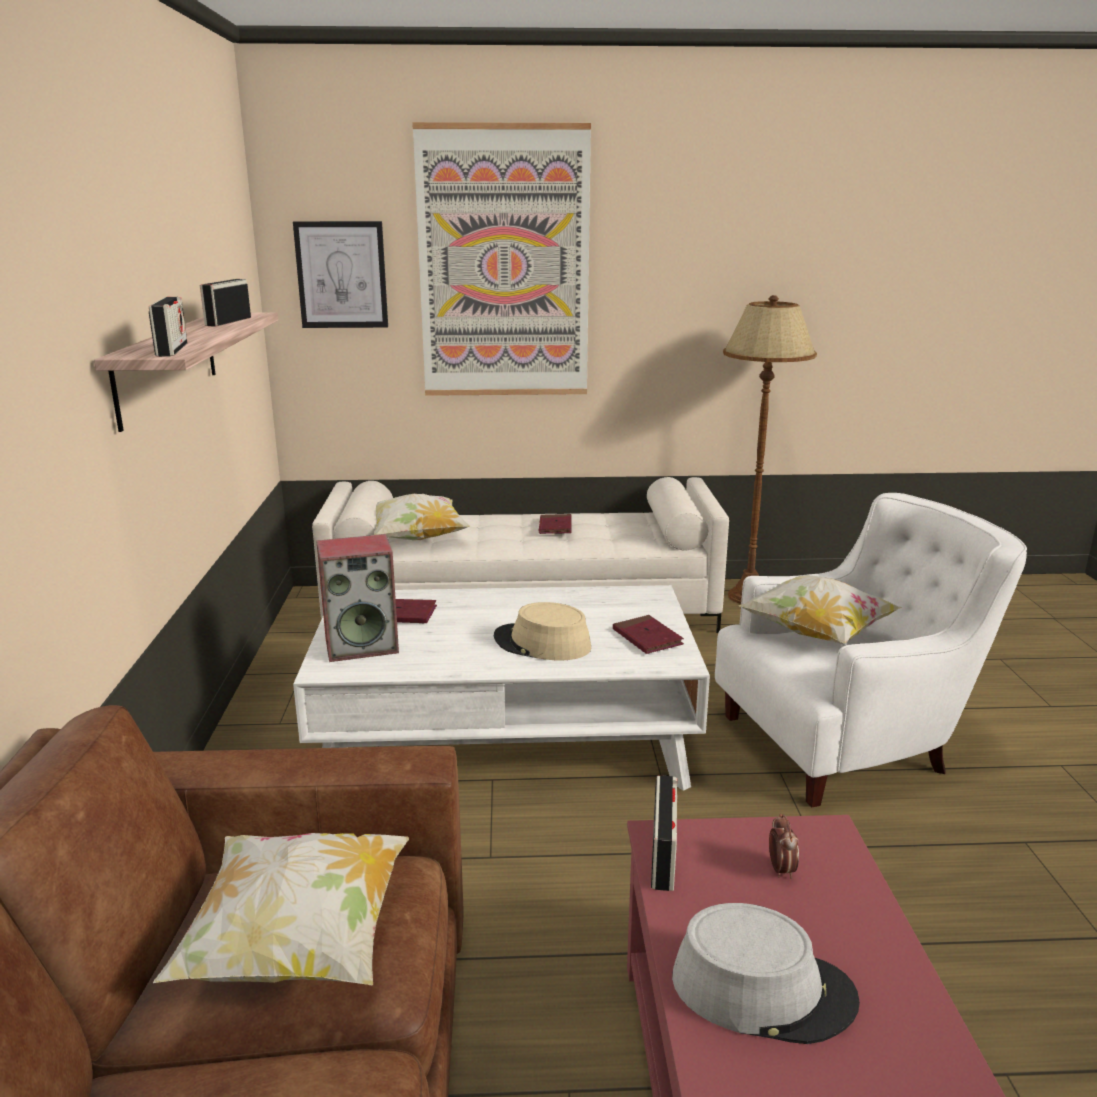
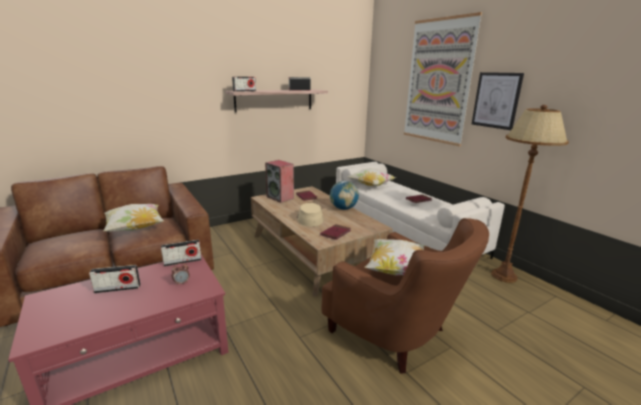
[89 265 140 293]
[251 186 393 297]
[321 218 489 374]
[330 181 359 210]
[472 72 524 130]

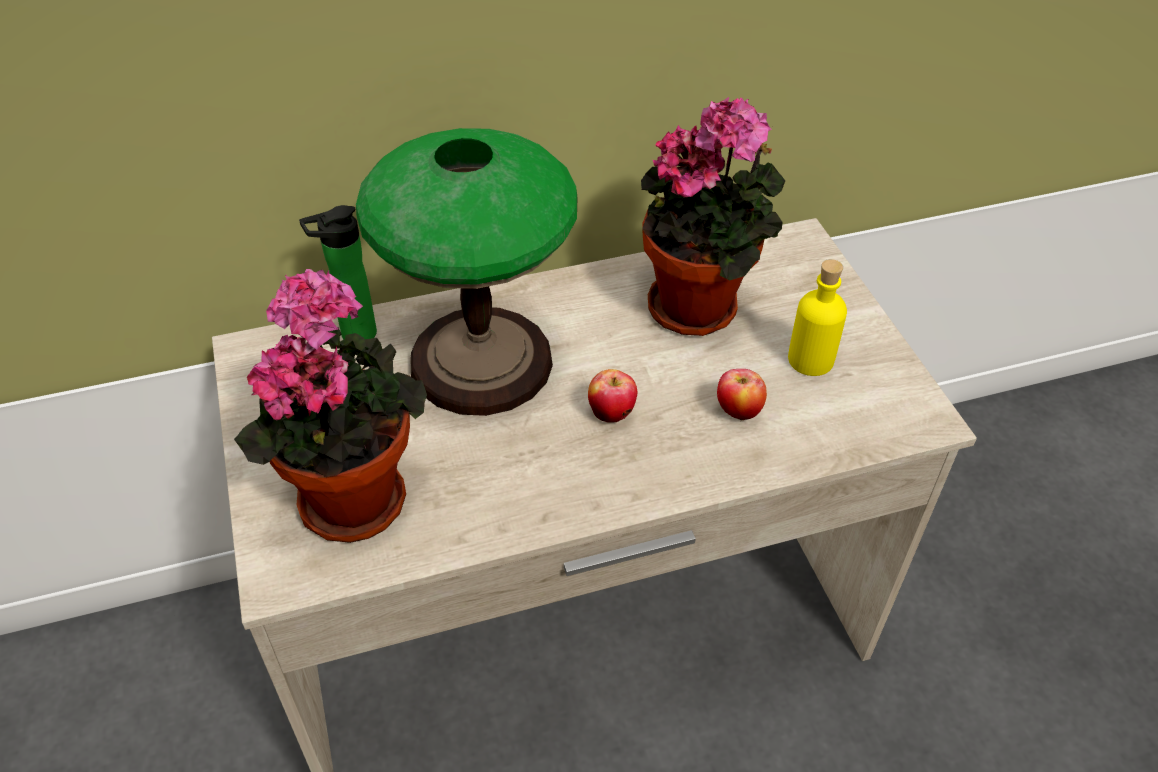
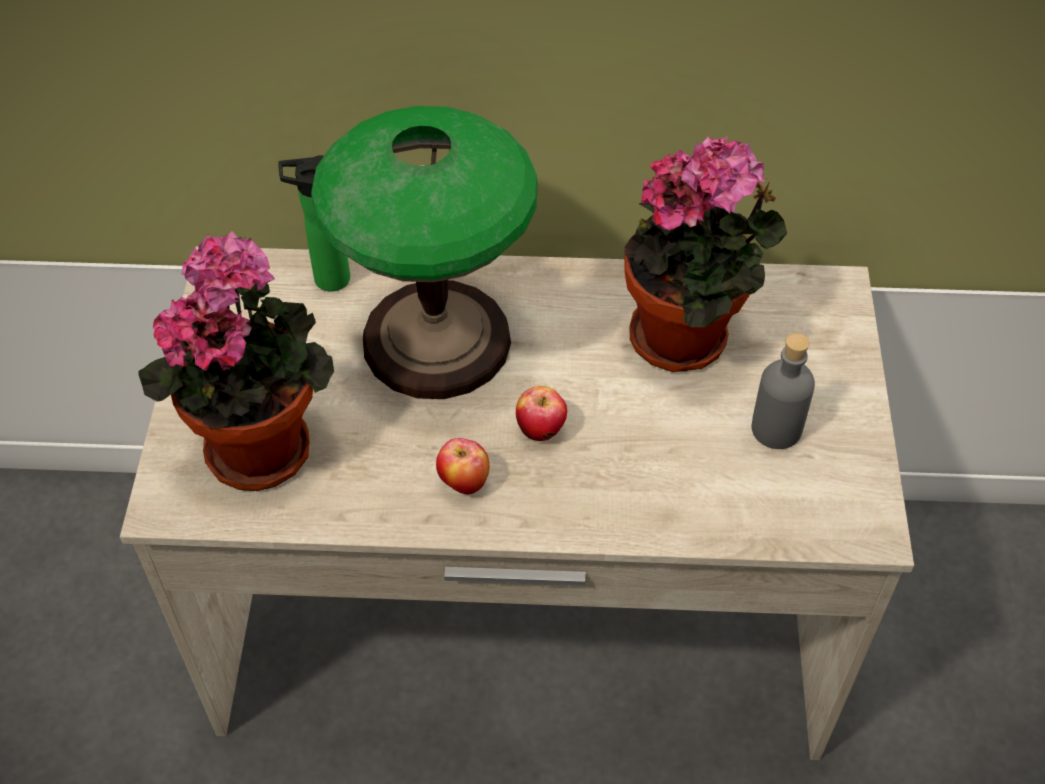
[436 438 489 494]
[751 333 815 449]

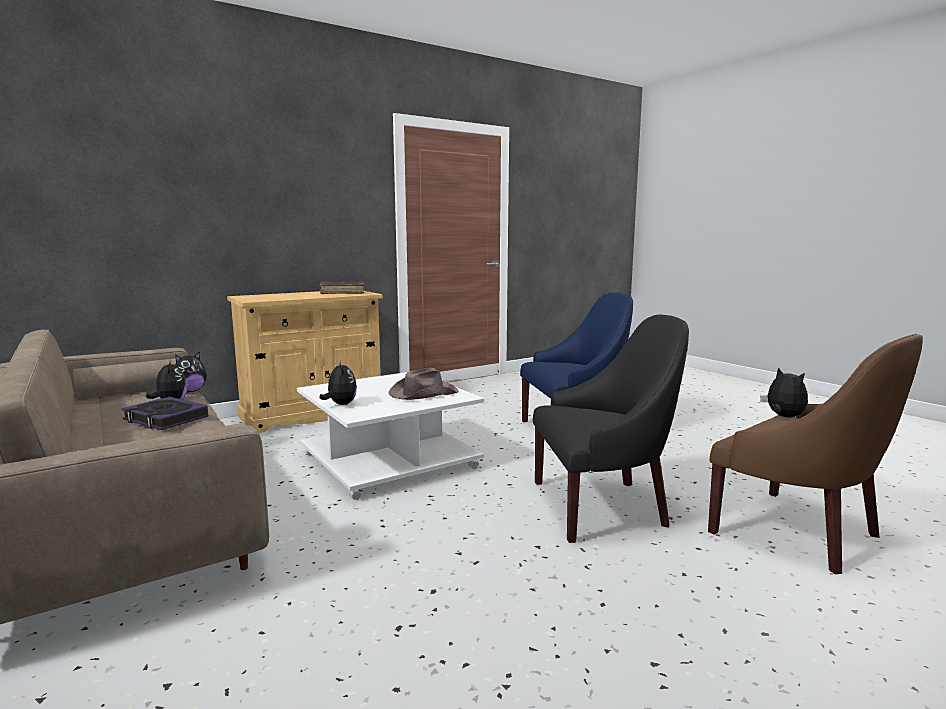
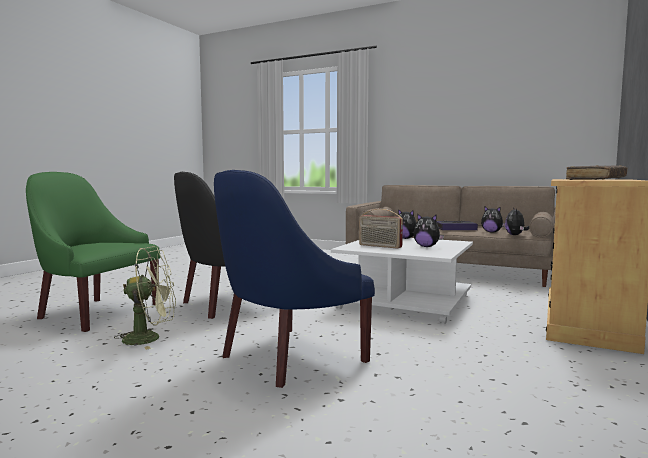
[26 172 160 332]
[114 246 176 350]
[359 209 403 249]
[414 213 444 247]

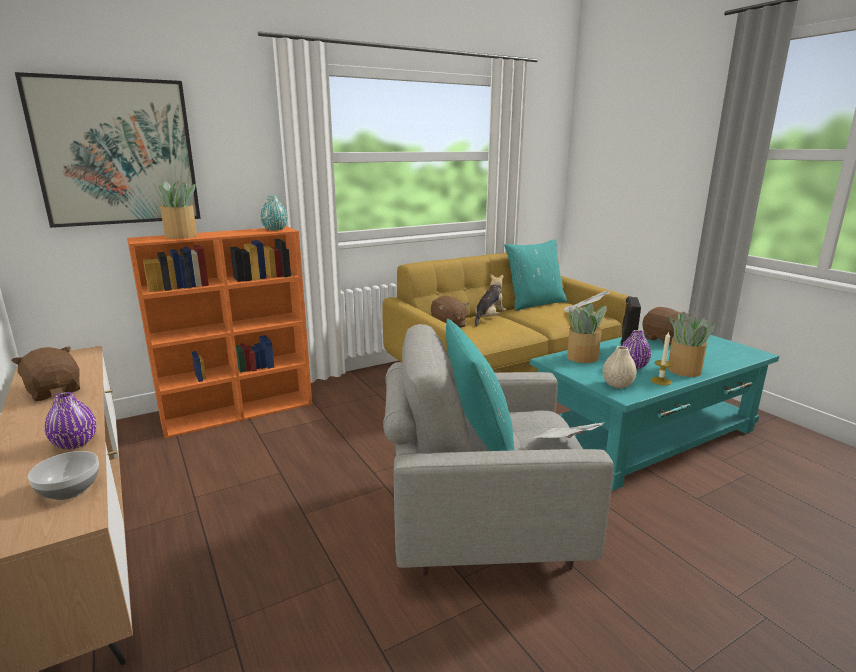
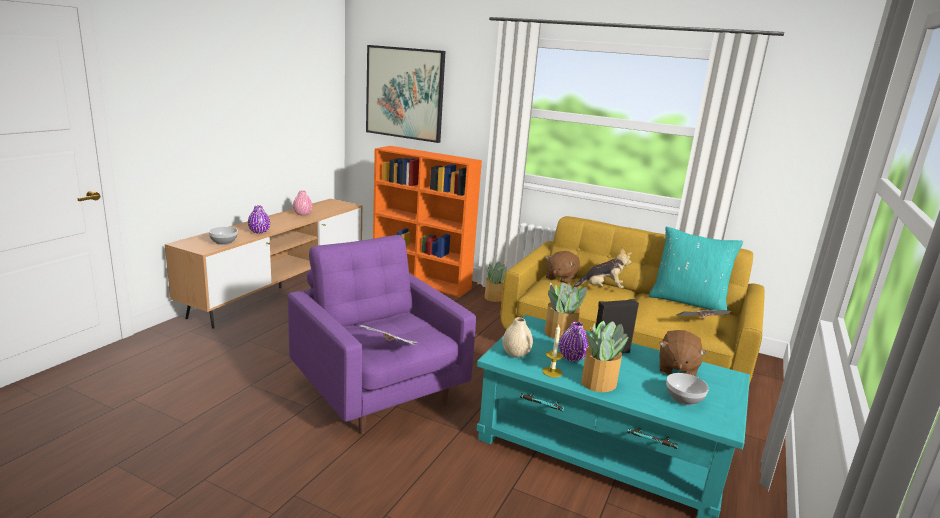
[288 235 476 434]
[293 190 312 216]
[485 261 507 302]
[666 373 709 405]
[260 195 288 231] (first image)
[446 319 515 451] (first image)

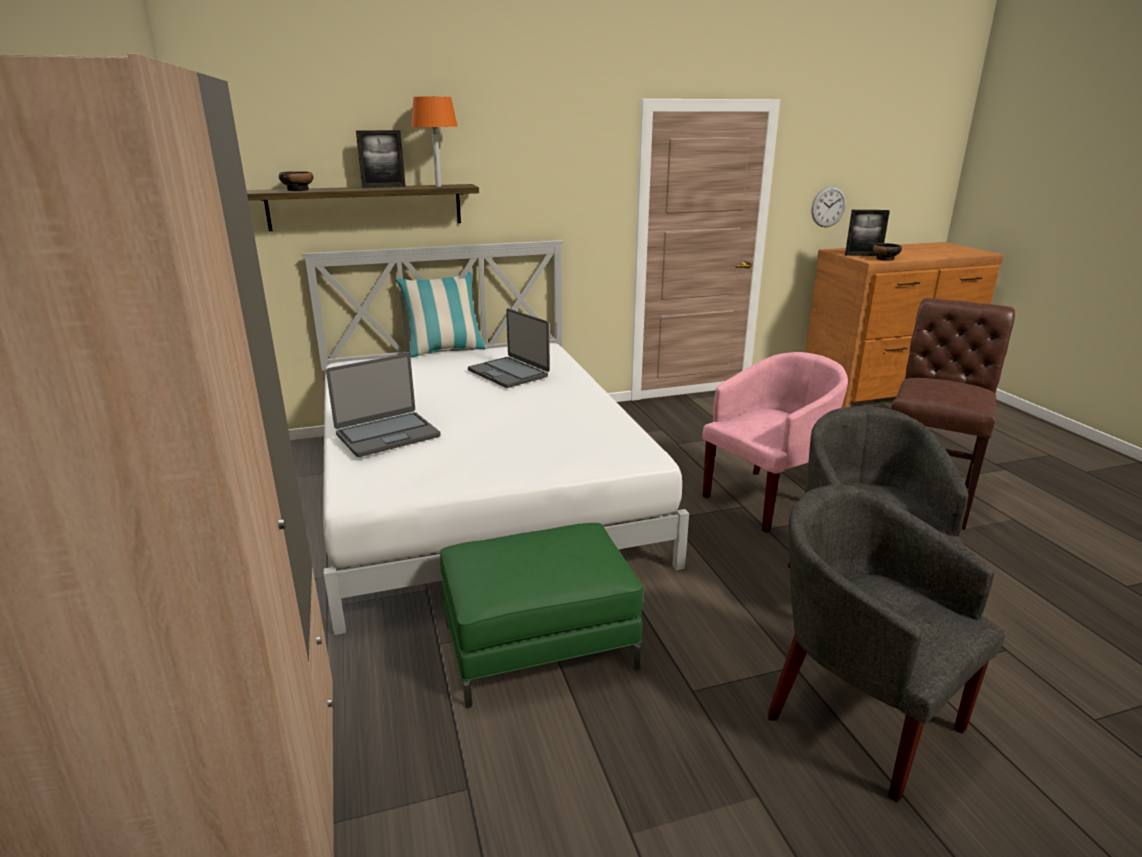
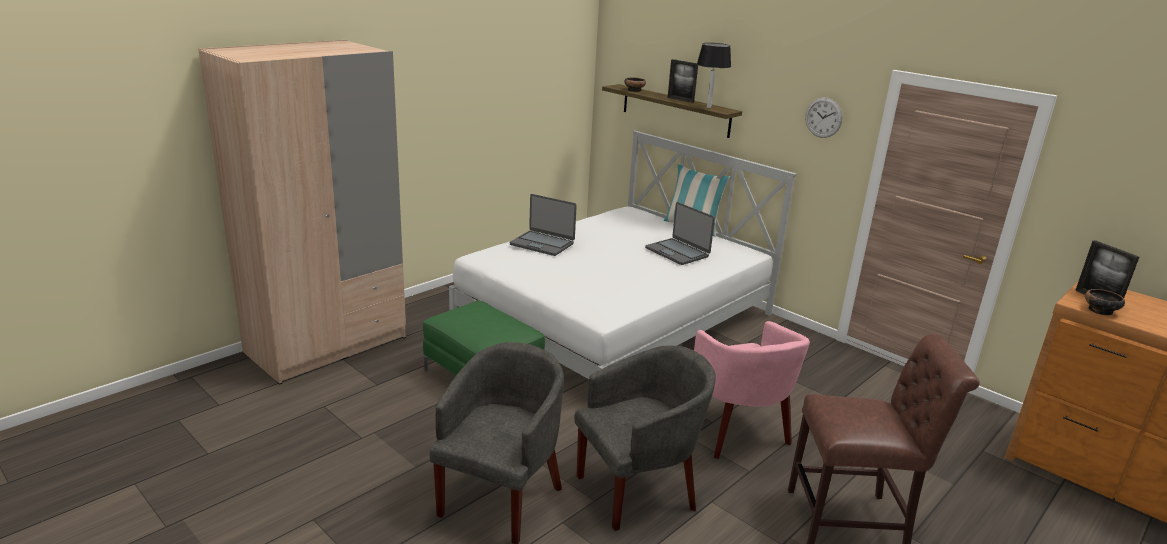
[645 202 715 265]
[694 321 810 459]
[697 43 731 108]
[805 98 843 138]

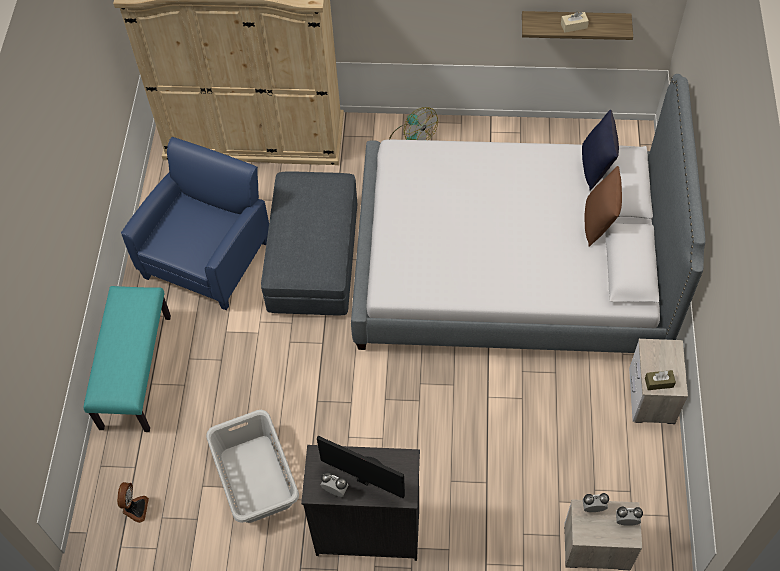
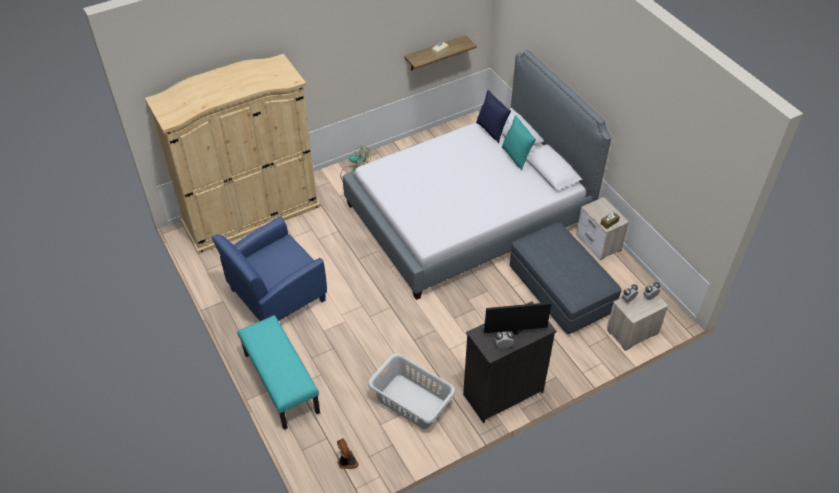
[212 216 327 321]
[502 115 536 171]
[510 222 621 334]

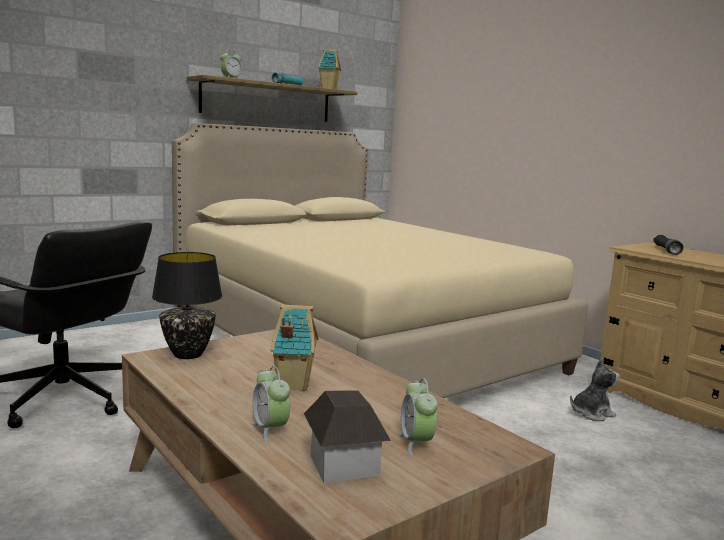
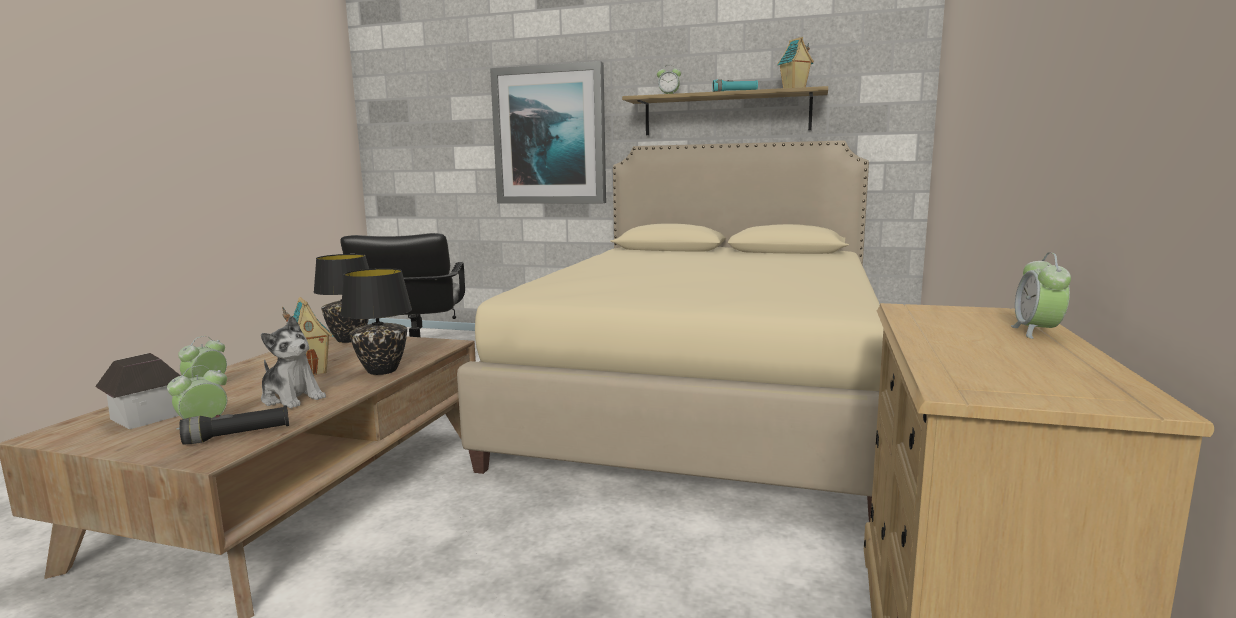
[179 405 289 445]
[261 316 326 408]
[340 268 412 375]
[490 61 606 204]
[1011 252 1071 339]

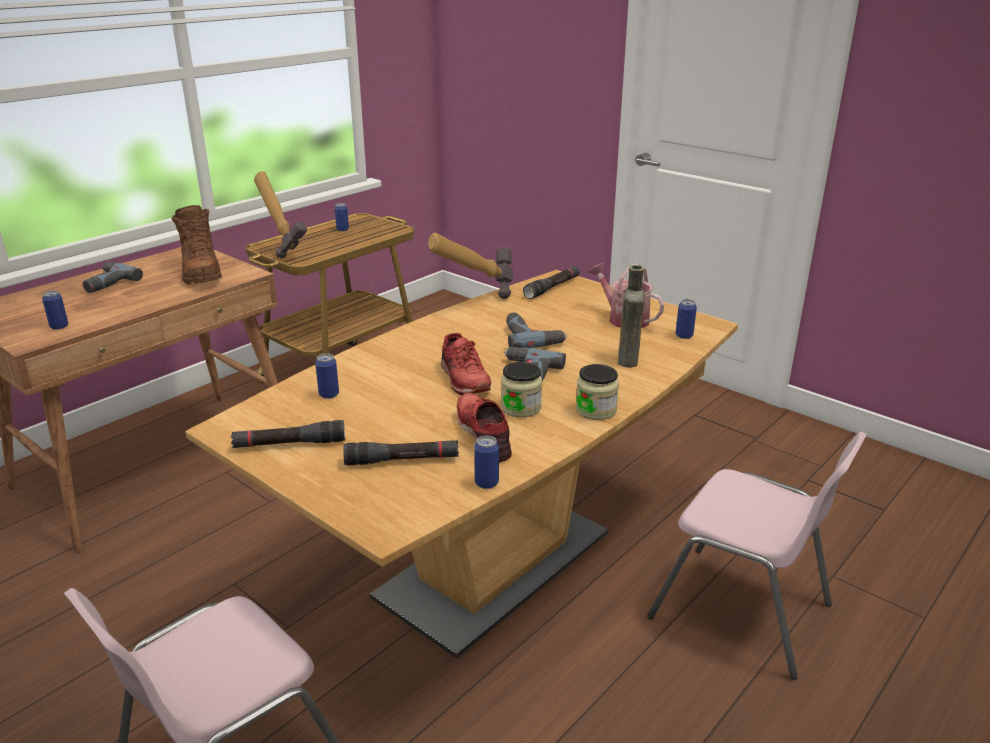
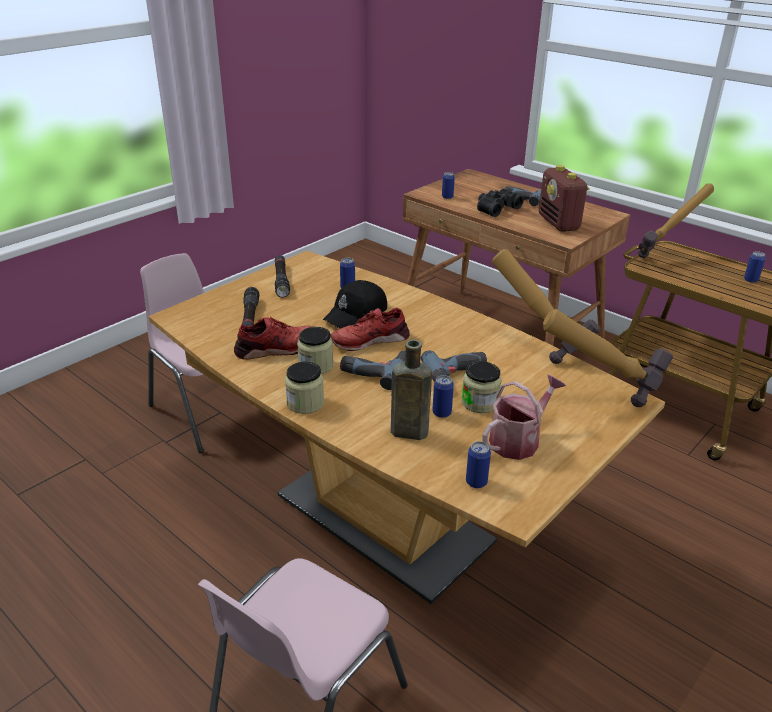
[323 280 387 329]
[432 375 454 418]
[462 361 501 413]
[477 189 524 217]
[539 165 590 232]
[543 309 673 407]

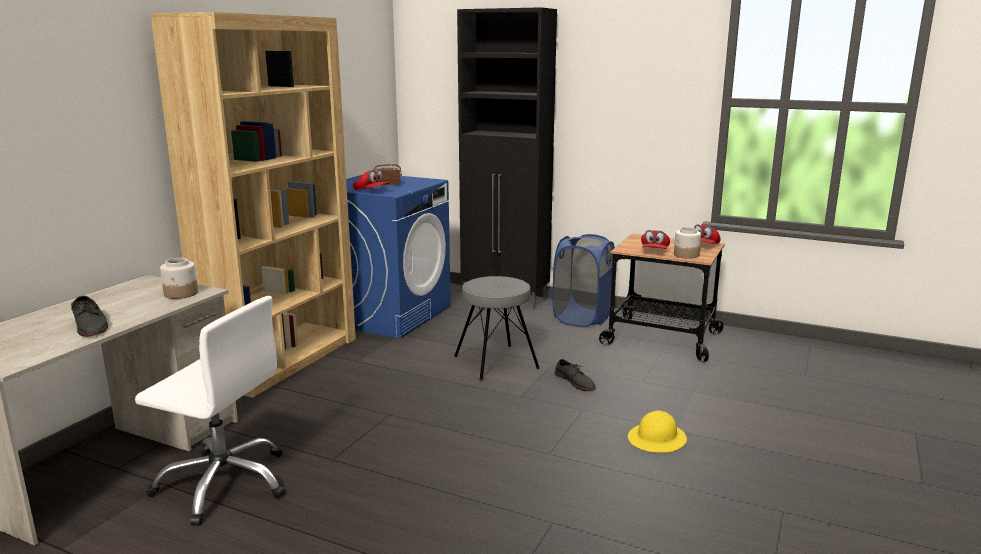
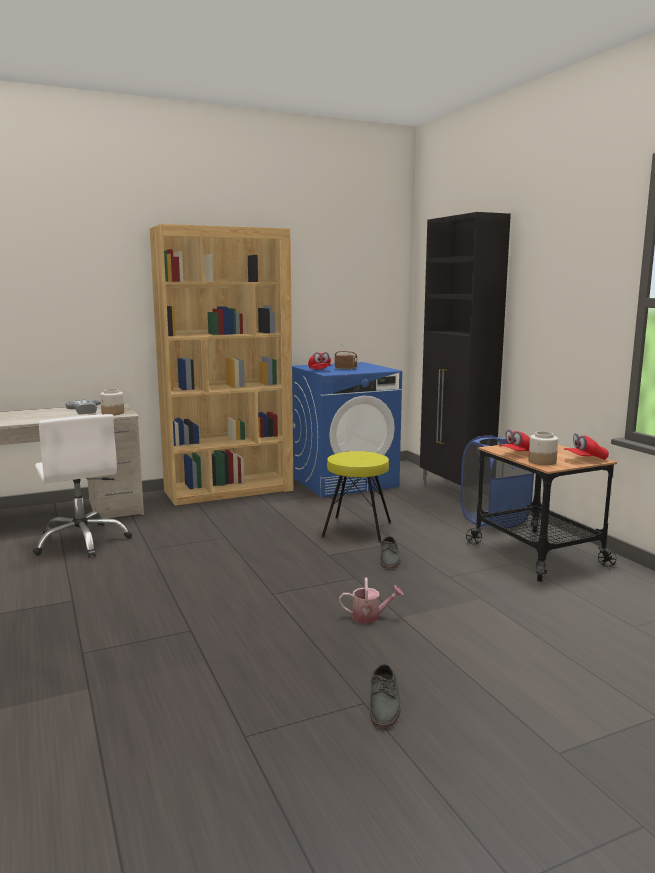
[66 400 101 414]
[321 451 391 543]
[339 577 404 623]
[370 664 401 728]

